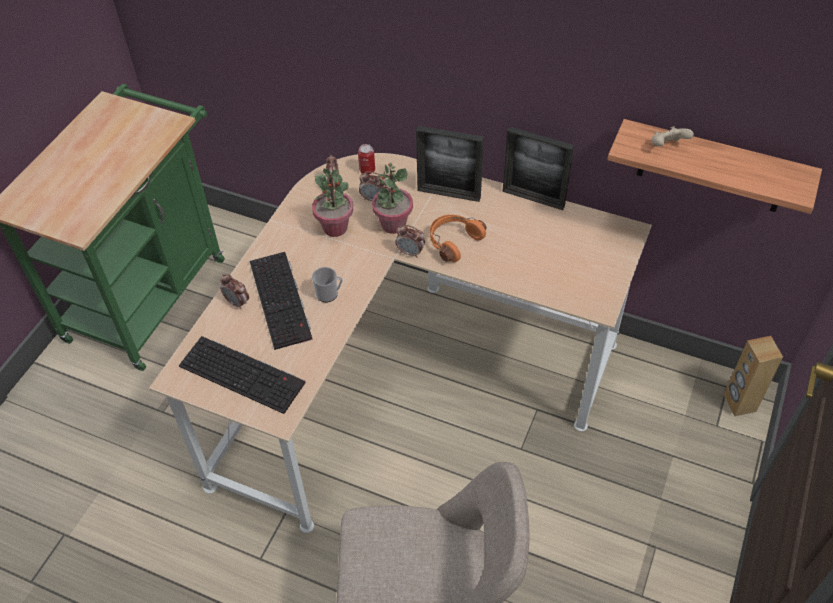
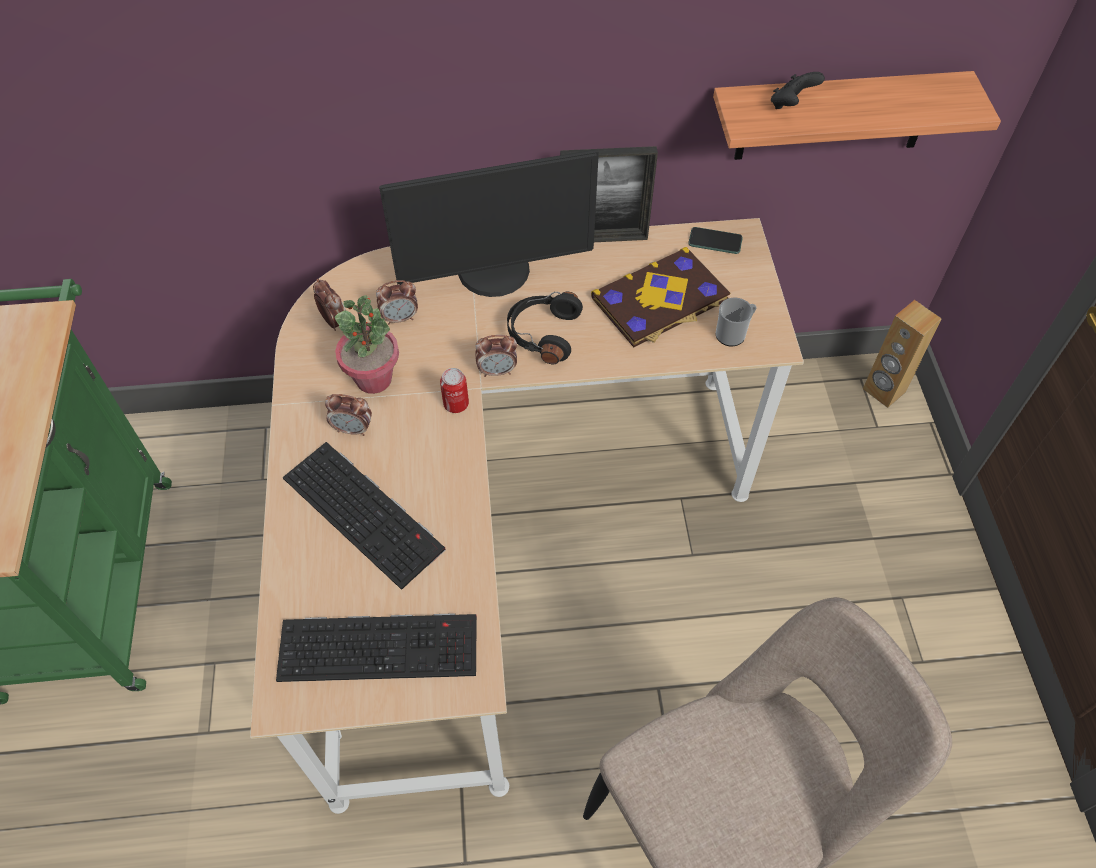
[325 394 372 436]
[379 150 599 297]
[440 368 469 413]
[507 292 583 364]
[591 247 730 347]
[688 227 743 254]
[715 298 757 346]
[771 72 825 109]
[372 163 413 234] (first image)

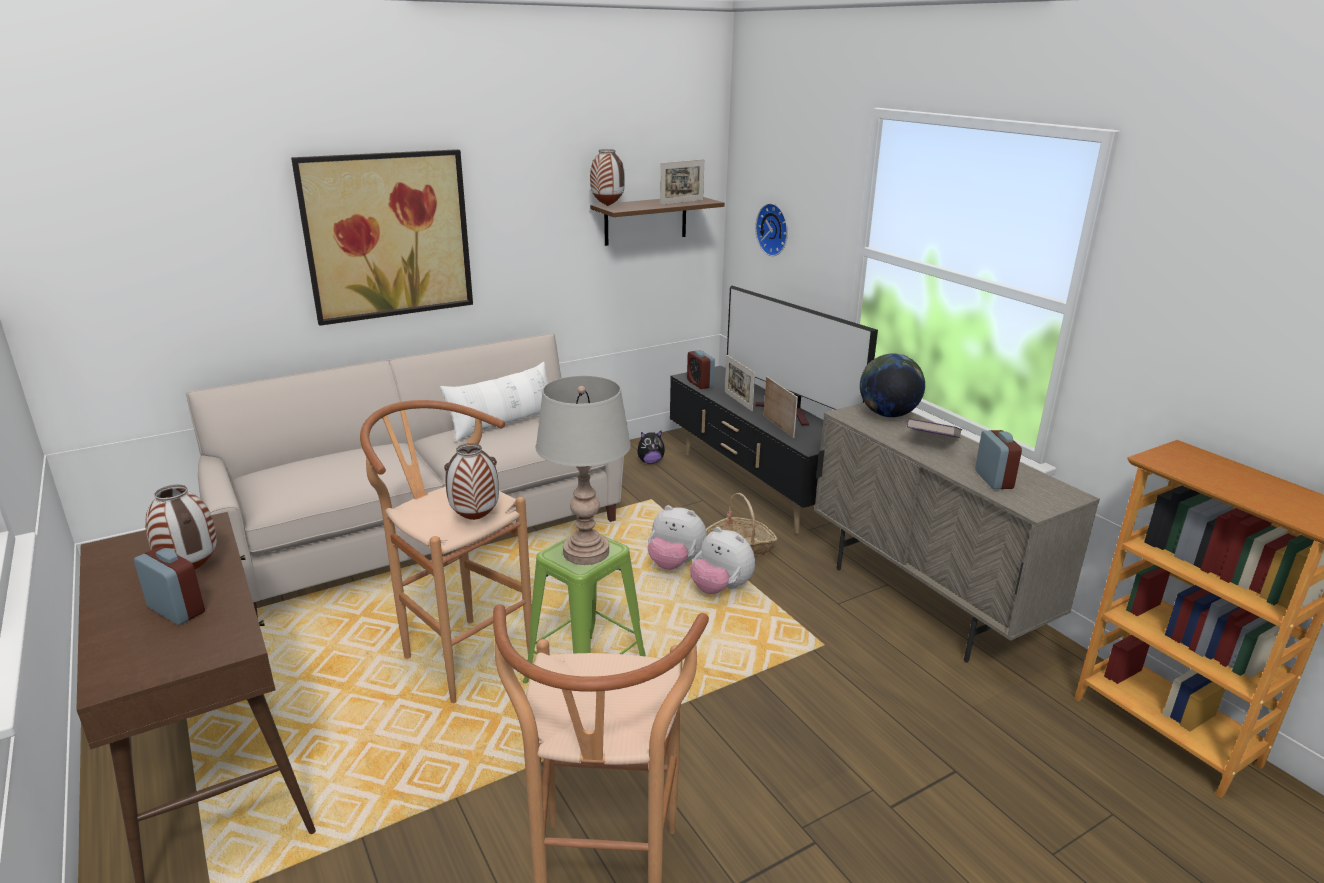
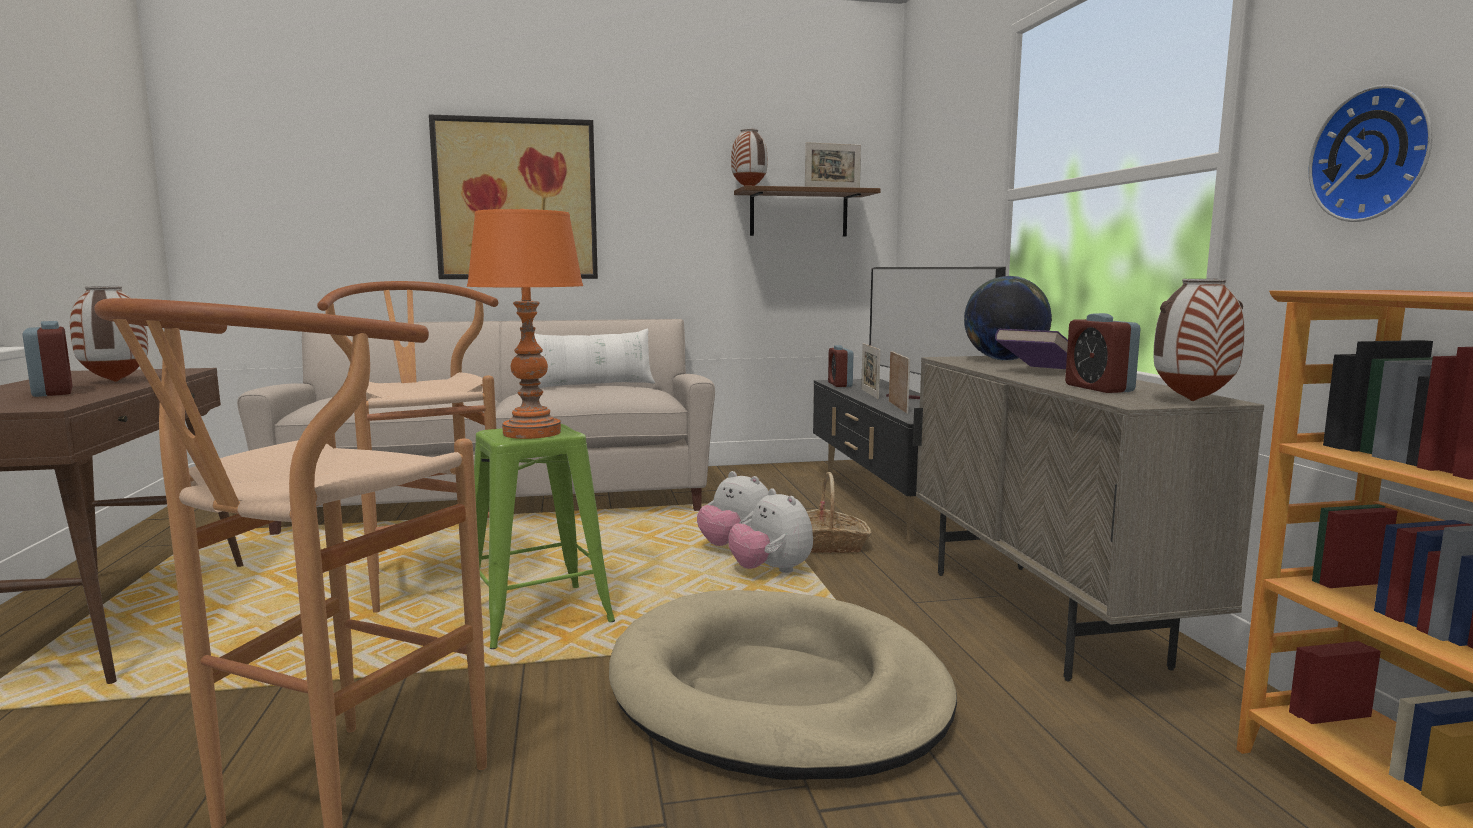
[467 209 583 439]
[609 590 957 780]
[1065 313 1141 393]
[1153 279 1245 401]
[1309 85 1433 222]
[637 430 665 464] (first image)

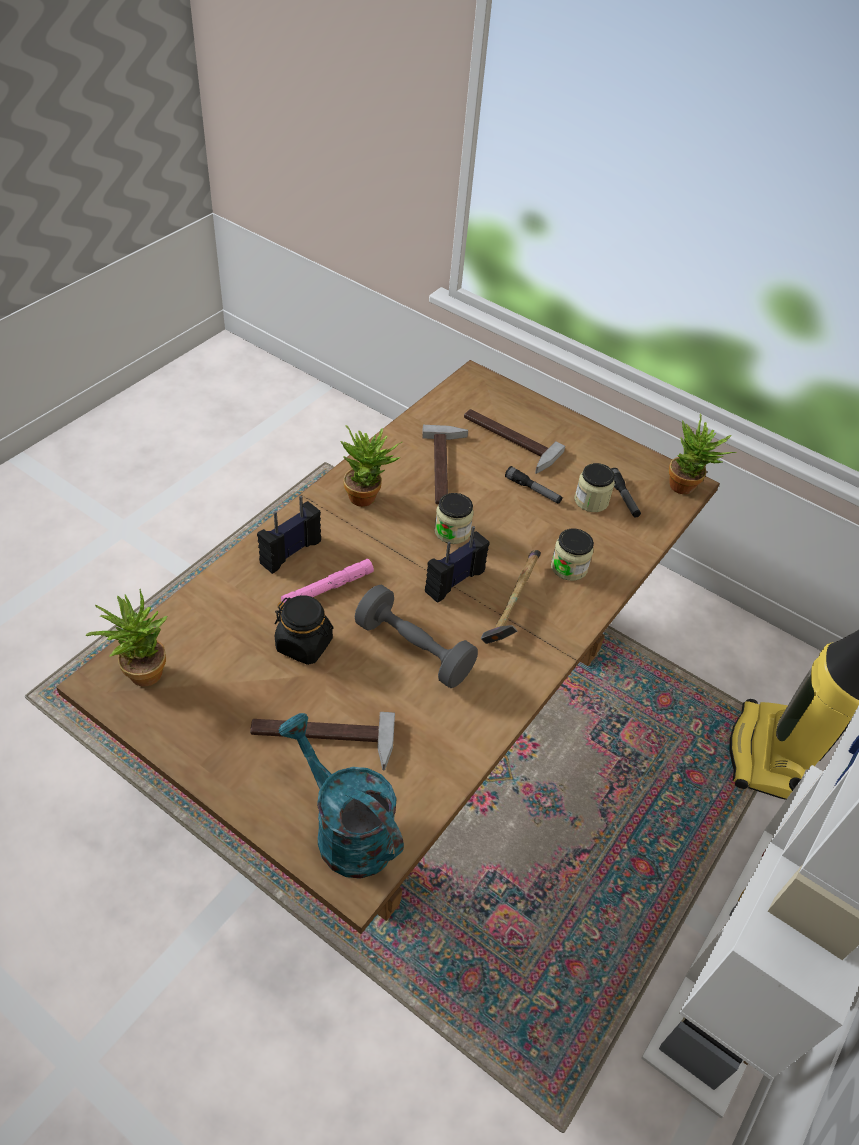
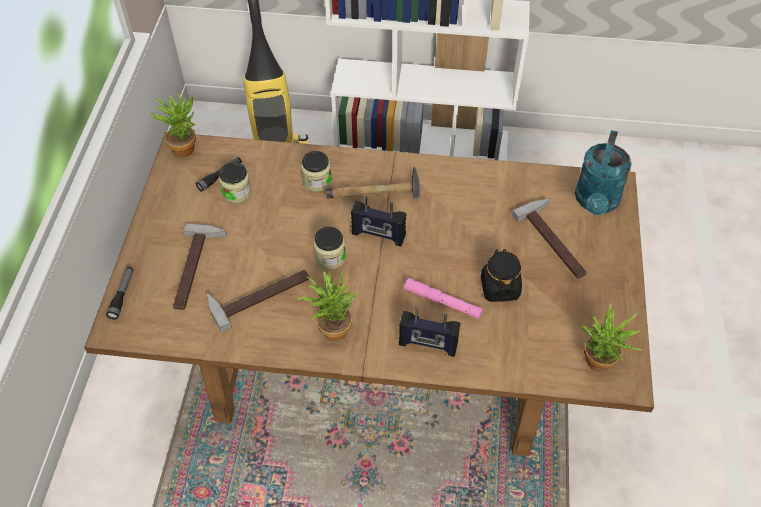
[106 267 134 320]
[355 584 478 688] (first image)

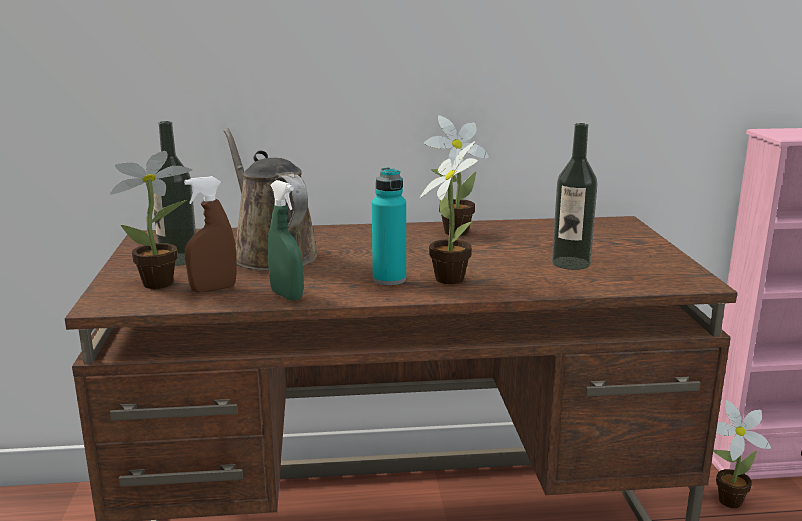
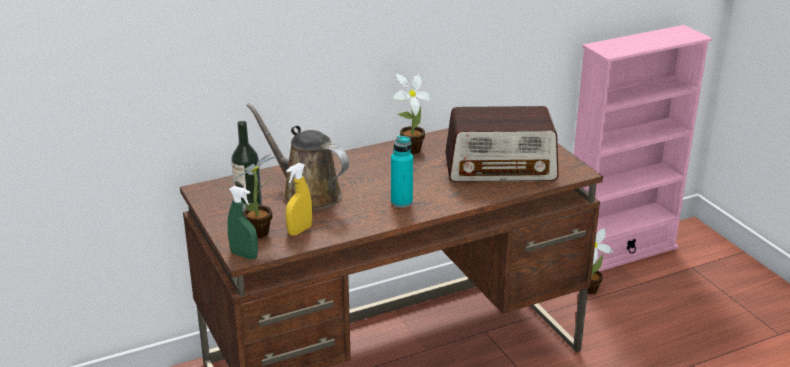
[227 186 258 259]
[286 163 312 236]
[445 106 559 182]
[420 141 478 284] (first image)

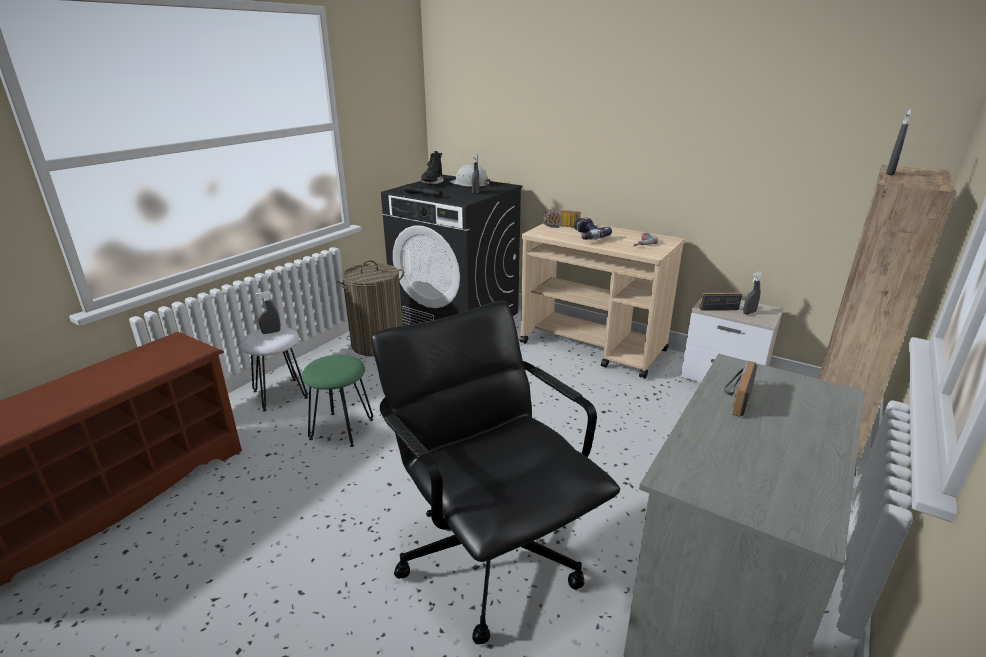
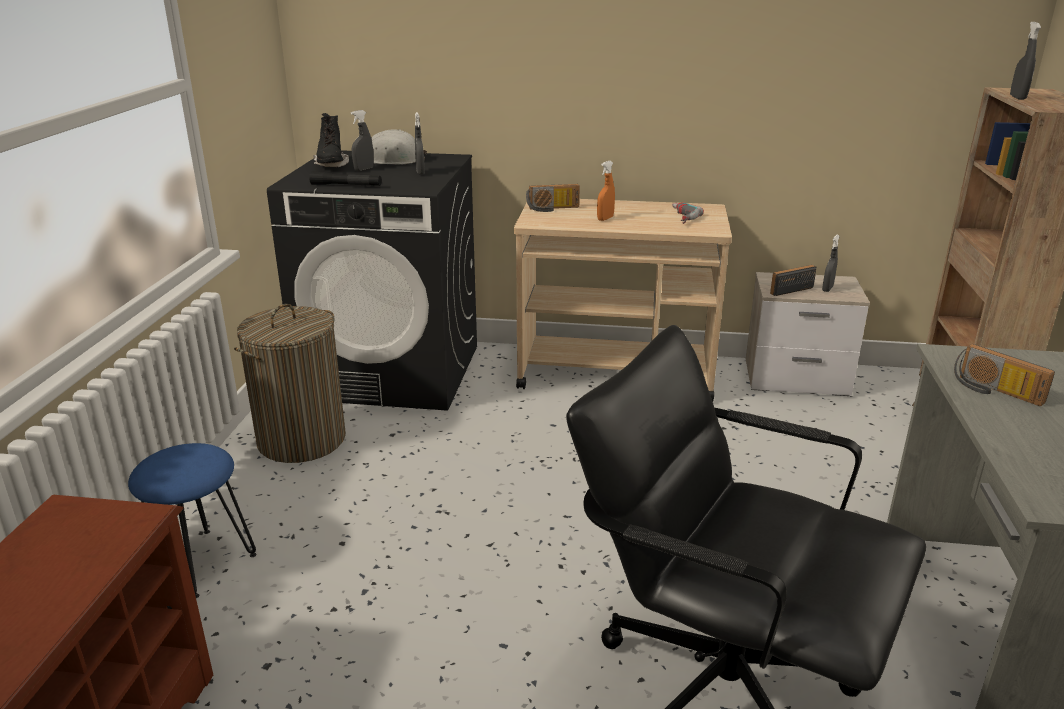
[128 443 256 598]
[351 110 374 171]
[597 161 615 221]
[954 344 1055 406]
[302 355 373 447] (first image)

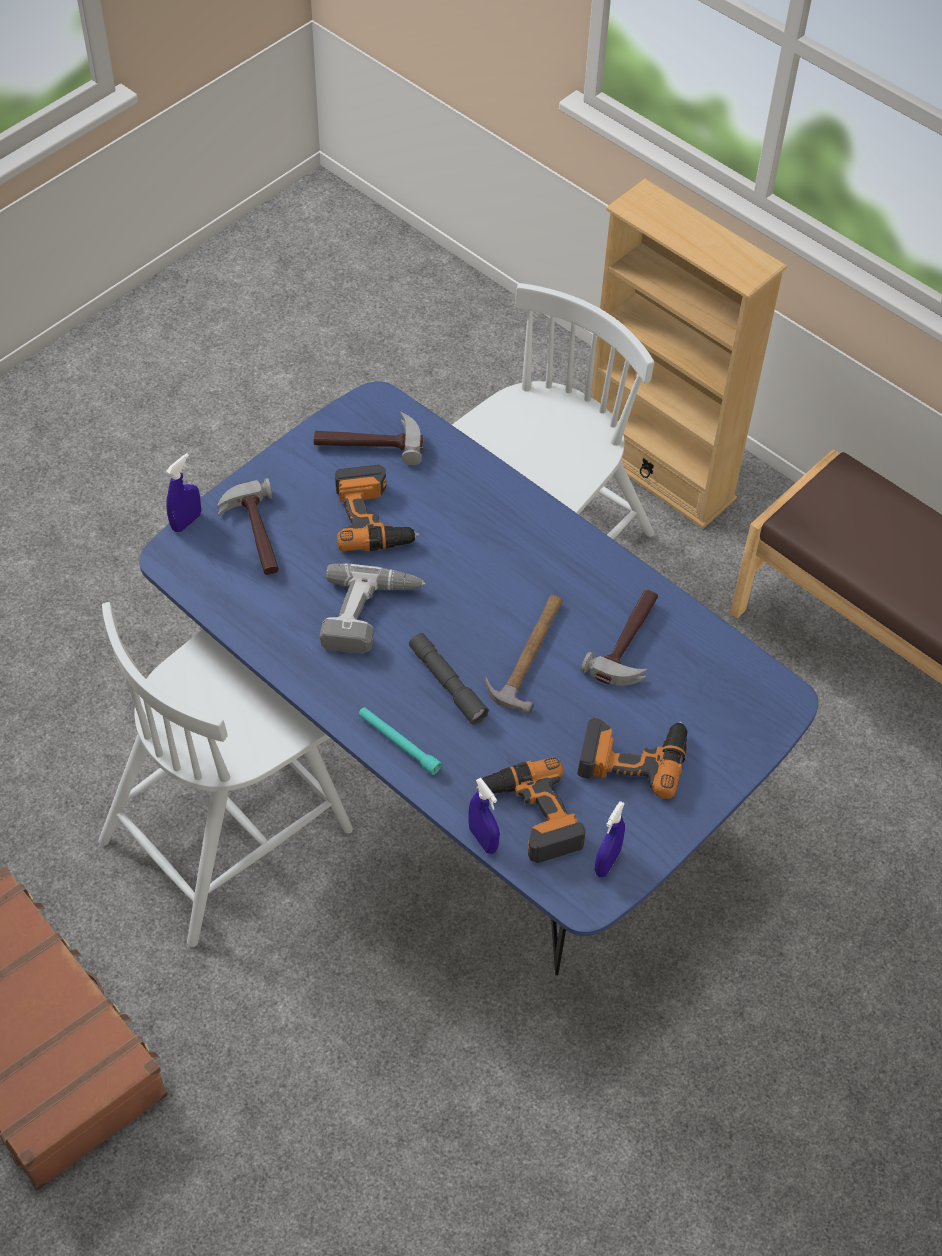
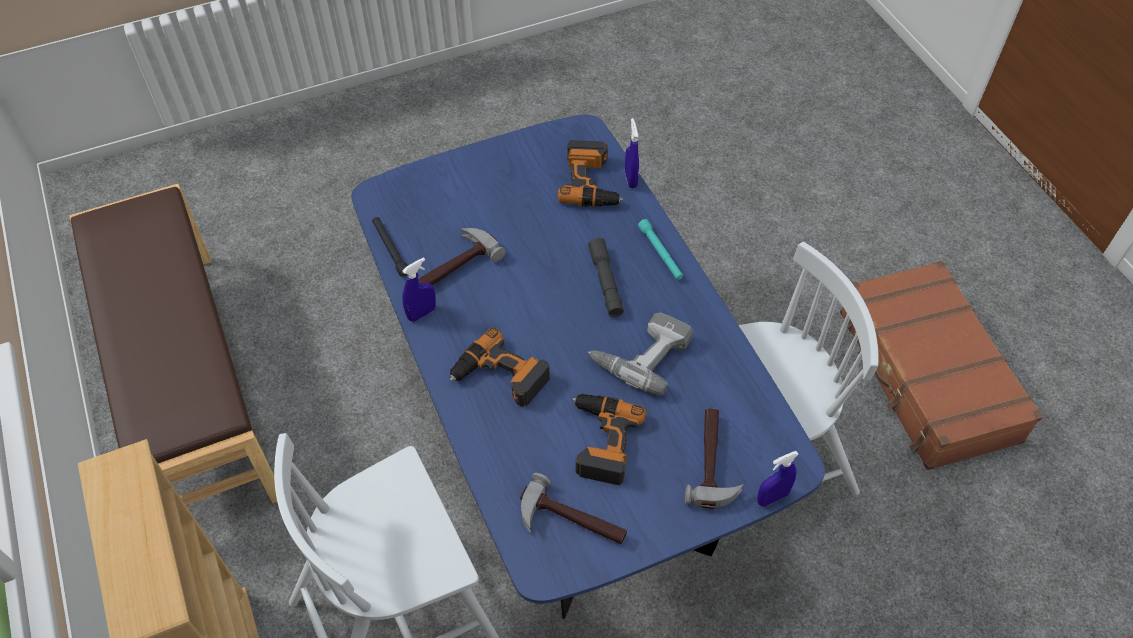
[372 217 408 277]
[402 257 436 322]
[450 328 550 407]
[485 595 563 715] (first image)

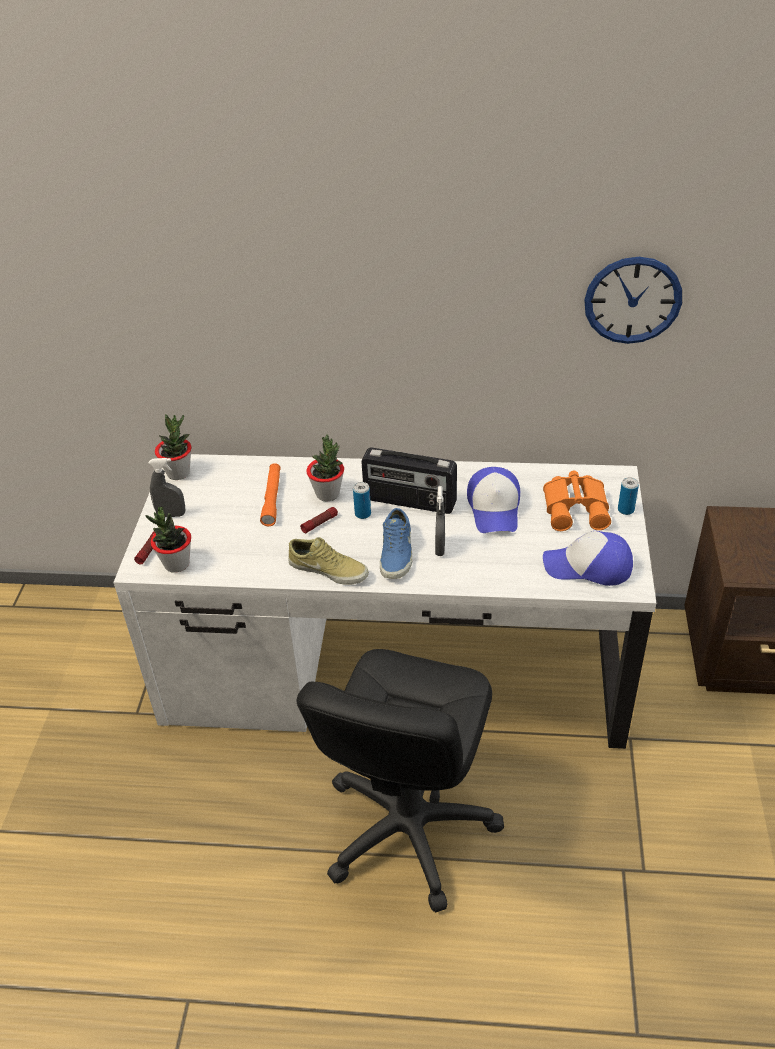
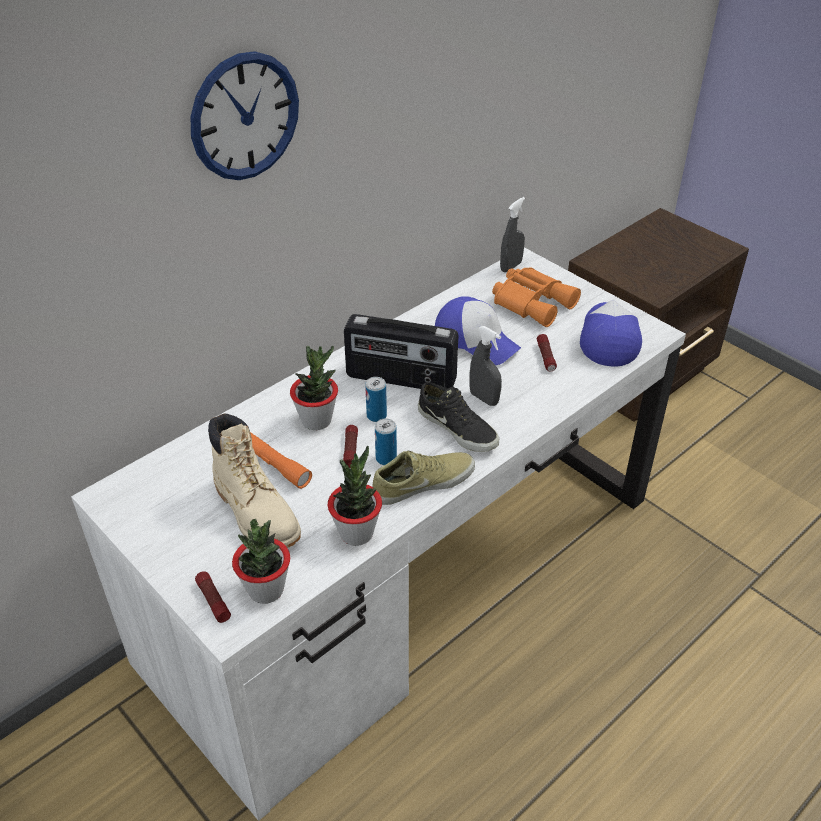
[191 51 299 180]
[208 413 301 548]
[328 446 382 546]
[344 314 458 389]
[375 418 397 465]
[418 382 499 452]
[500 197 525 272]
[537 334 557 371]
[580 300 642 366]
[297 649 504 913] (first image)

